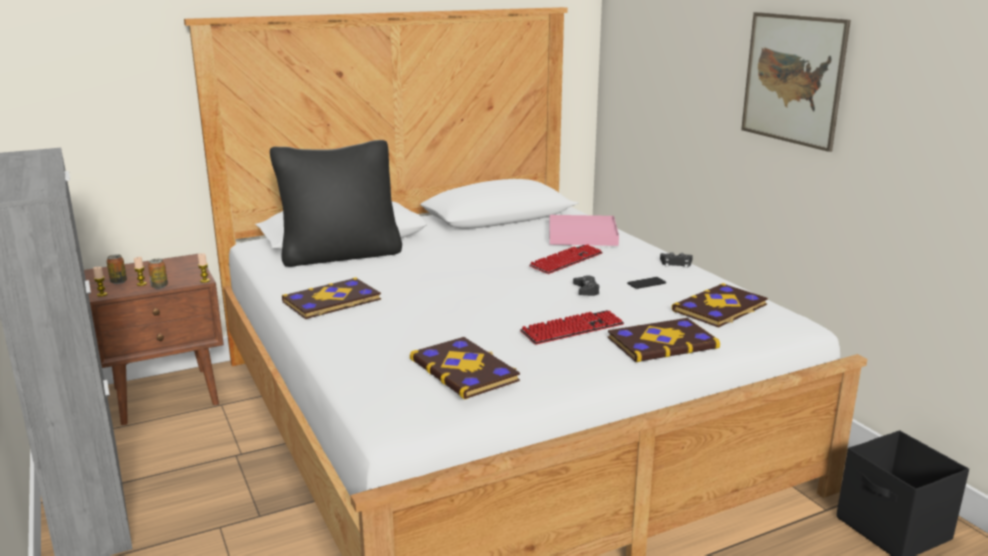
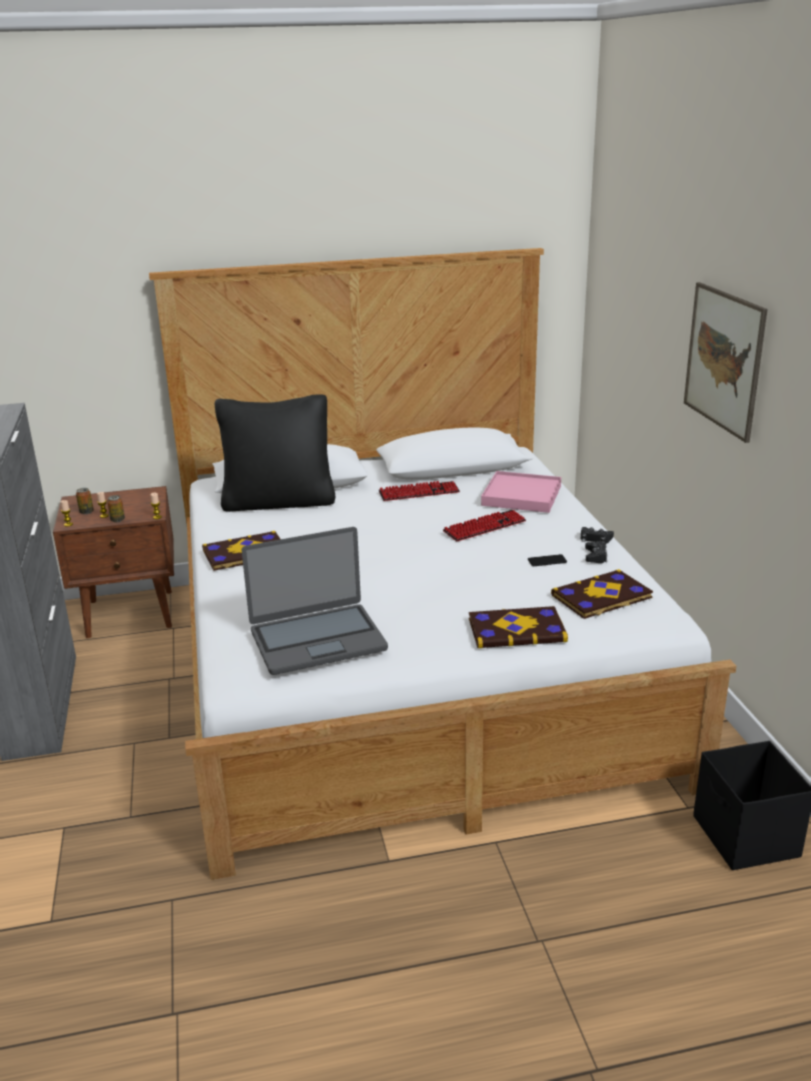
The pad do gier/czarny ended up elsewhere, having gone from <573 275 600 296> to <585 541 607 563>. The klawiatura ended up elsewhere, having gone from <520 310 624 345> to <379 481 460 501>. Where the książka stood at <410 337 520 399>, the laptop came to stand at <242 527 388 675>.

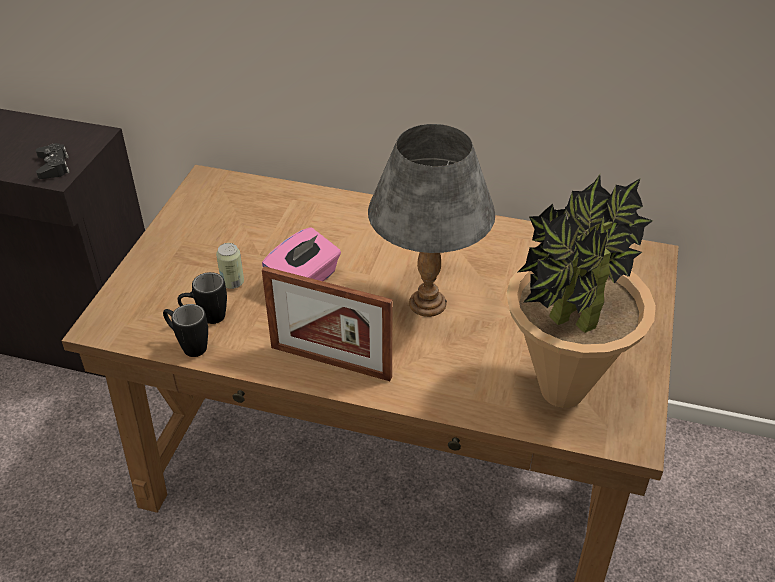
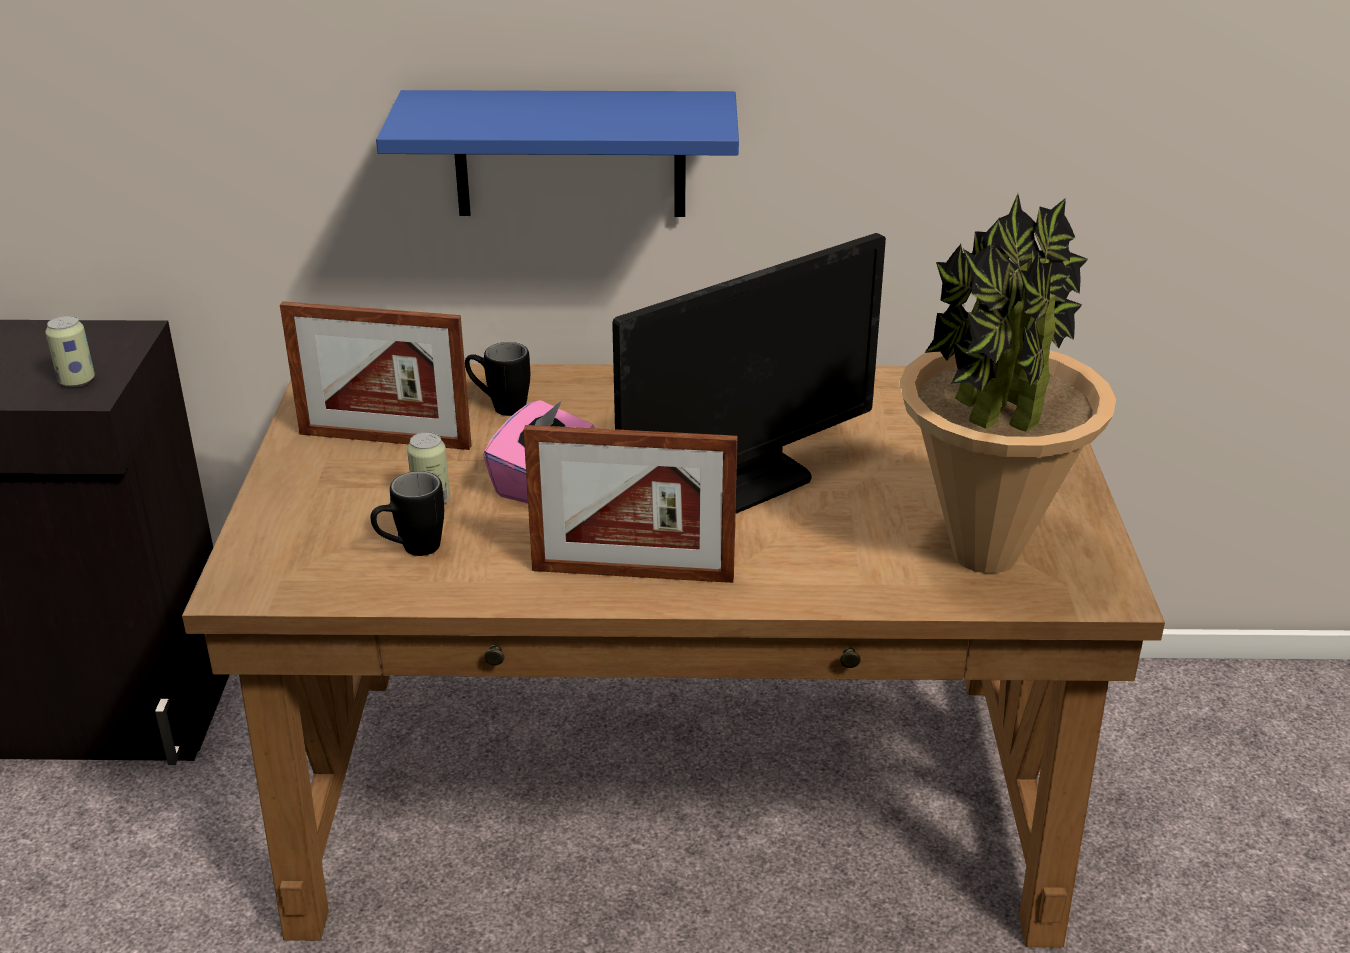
Where the lampa stołowa/szary stood at <368 124 496 317>, the monitor came to stand at <612 233 886 514>. Where the pad do gier/czarny stood at <36 143 69 179>, the puszka came to stand at <45 315 95 387>. The kubek/czarny ended up elsewhere, having gone from <163 304 208 357> to <465 342 530 416>. The second view gained the półka/niebieski at <376 90 739 217>. The second view gained the ramka na zdjęcie at <280 301 472 450>.

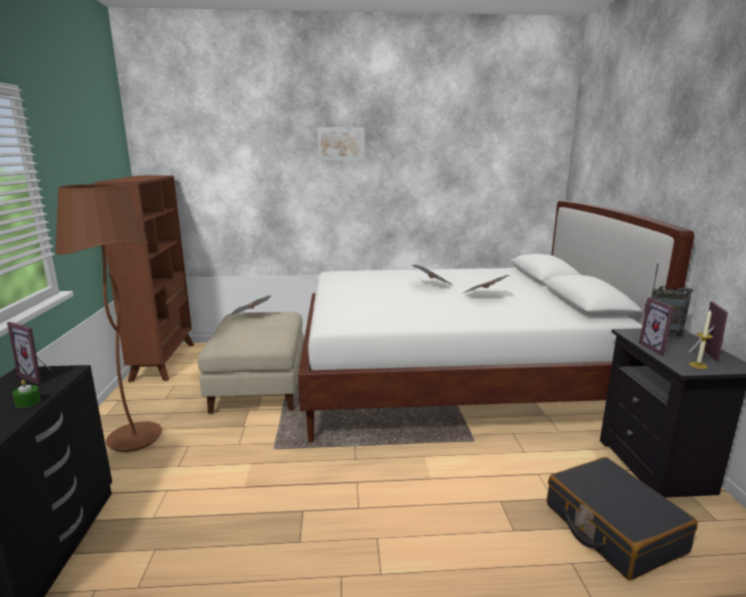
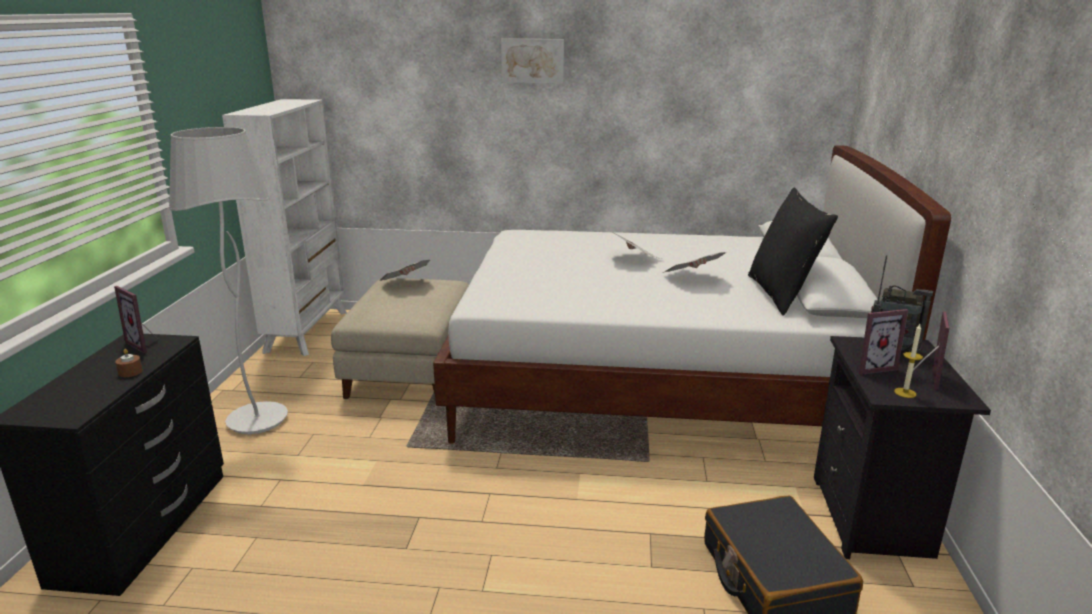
What was the regał/brązowy at <94 175 194 382> turned into the regał/biały at <222 99 347 356>. What was the lampa stojąca/brązowy at <55 184 162 452> turned into the lampa stojąca/biały at <169 127 288 434>. The ramka na zdjęcie at <639 297 674 356> ended up facing another way, 105 degrees counterclockwise from before. What was the świeca/zielony at <13 380 41 408> turned into the świeca/brązowy at <115 349 143 377>. The second view gained the poduszka/czarny at <748 188 838 316>.

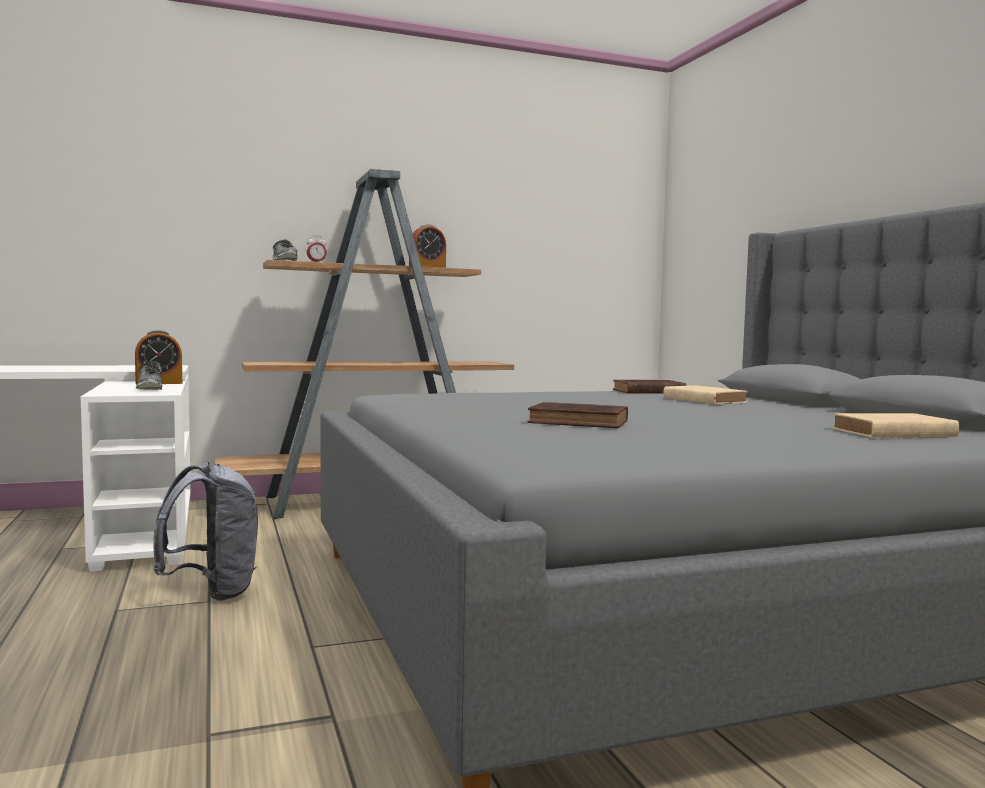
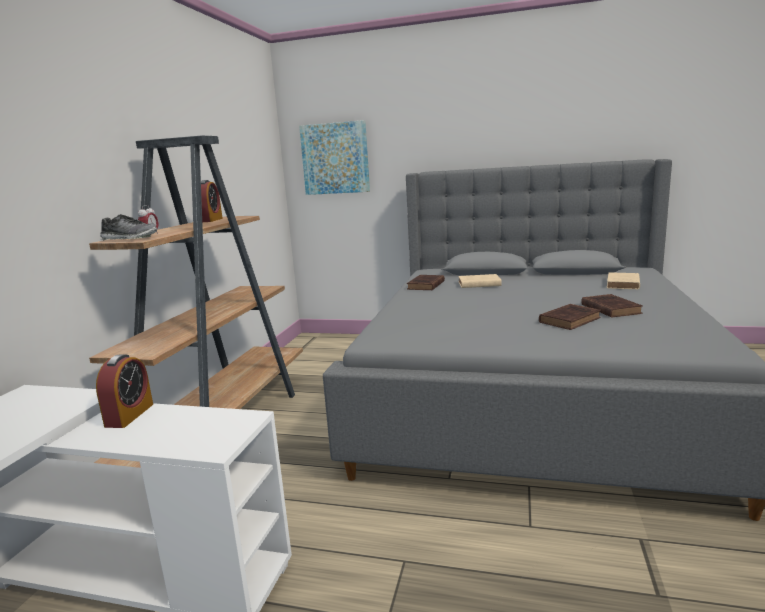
The second view lost the but at <136 361 163 390>. The second view lost the plecak/szary at <153 461 258 601>. The second view gained the obraz at <299 120 370 195>. The second view gained the książka/brązowy at <581 294 643 318>.

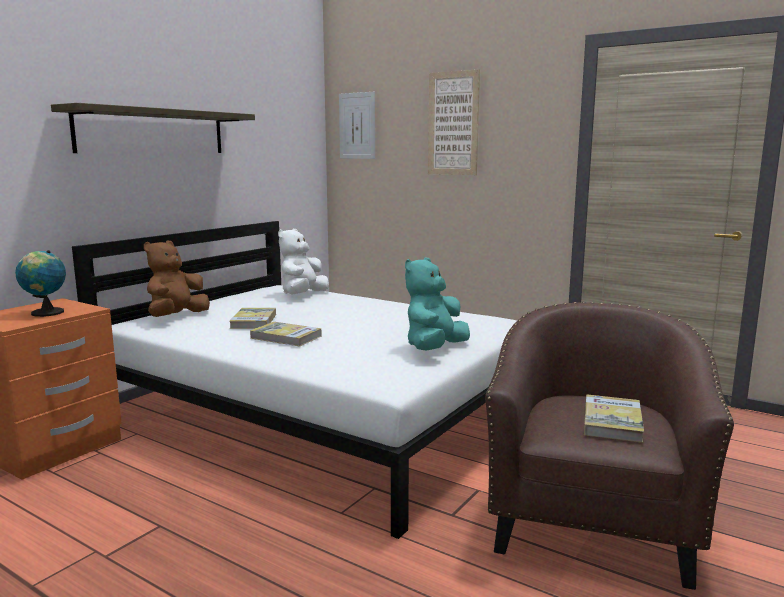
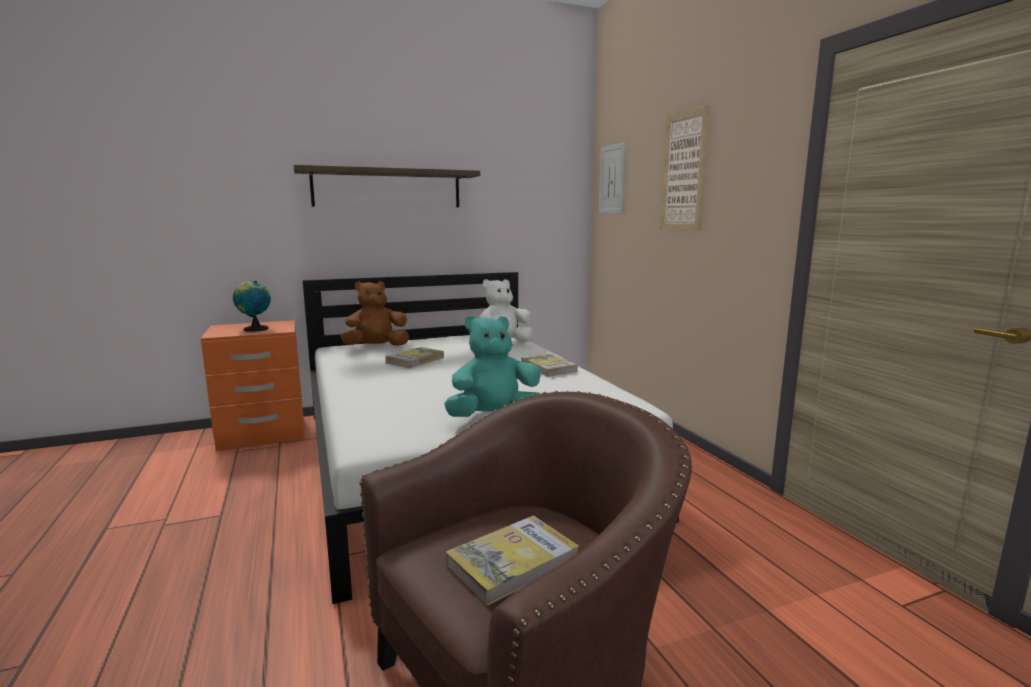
The książka ended up elsewhere, having gone from <250 322 322 347> to <521 353 578 377>.

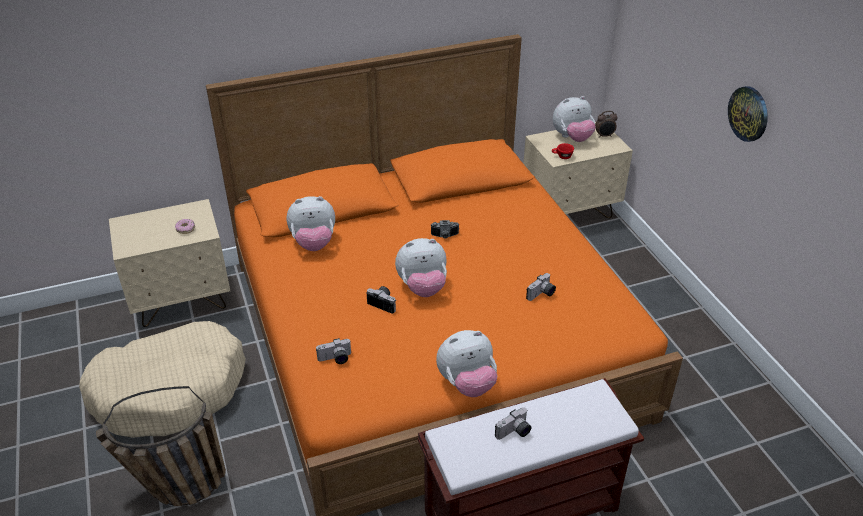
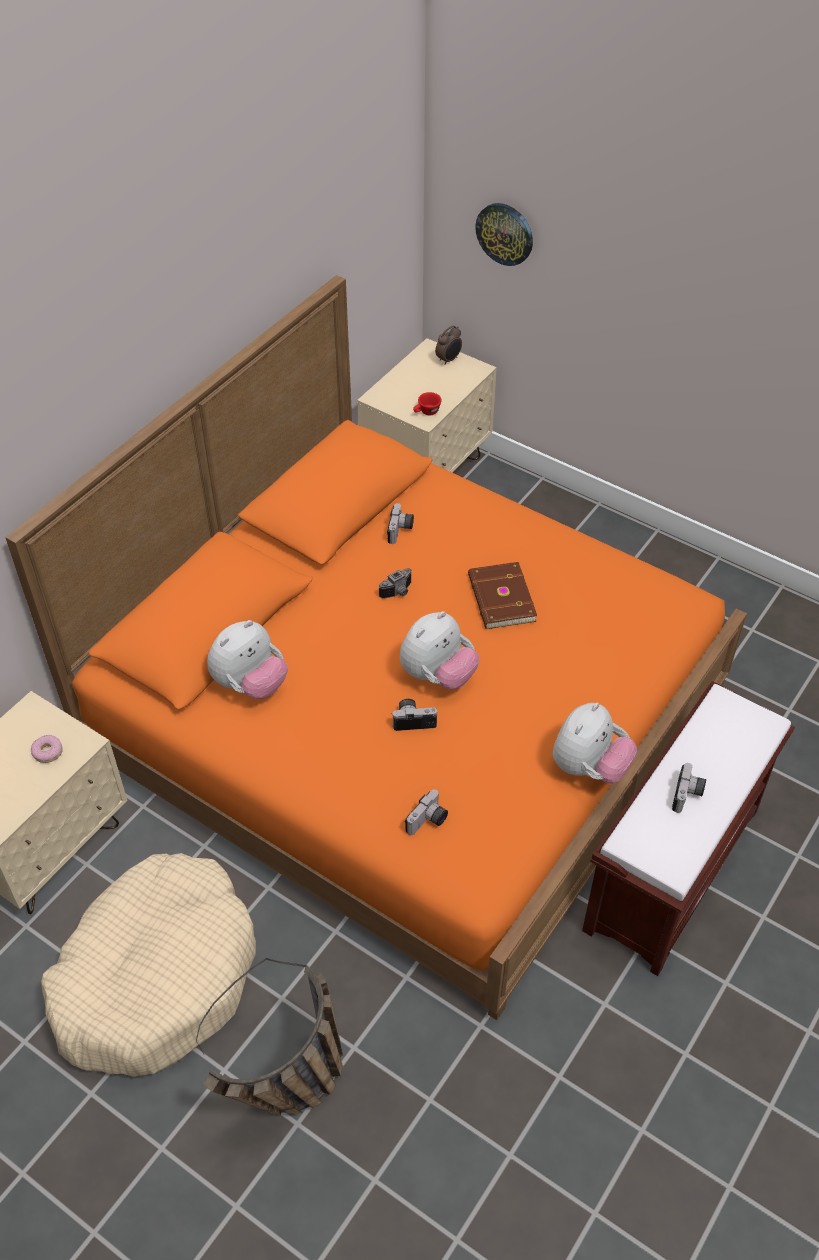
The zegar ścienny ended up elsewhere, having gone from <728 86 768 142> to <475 203 533 266>. The second view lost the pluszak at <553 96 596 142>. The aparat fotograficzny ended up elsewhere, having gone from <526 273 556 301> to <387 503 414 544>. The second view gained the książka/brązowy at <468 562 537 629>.

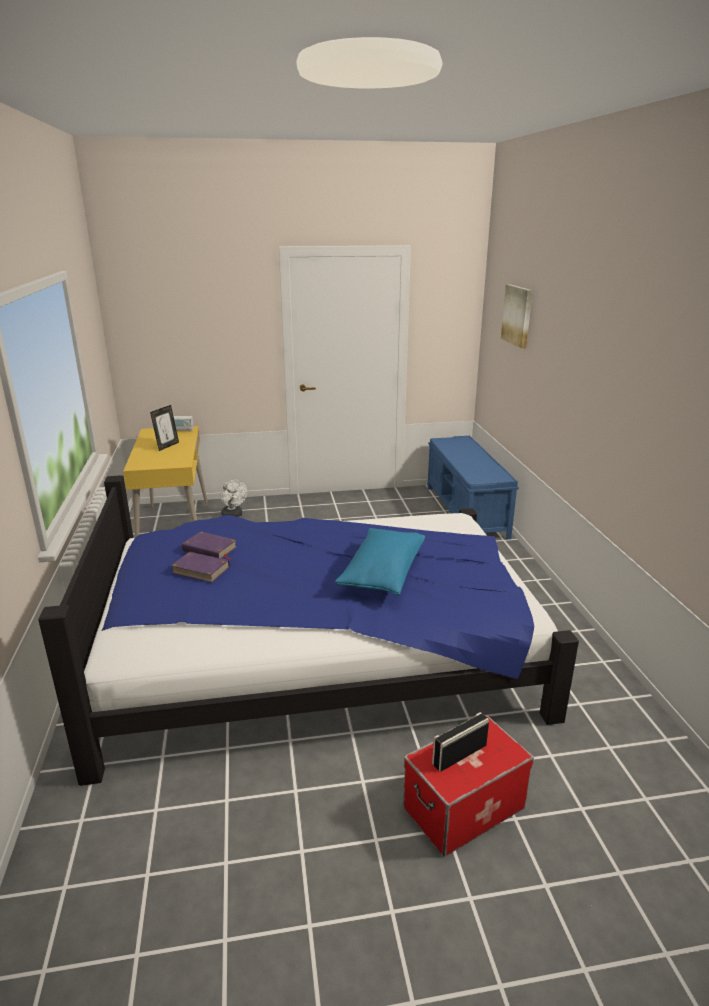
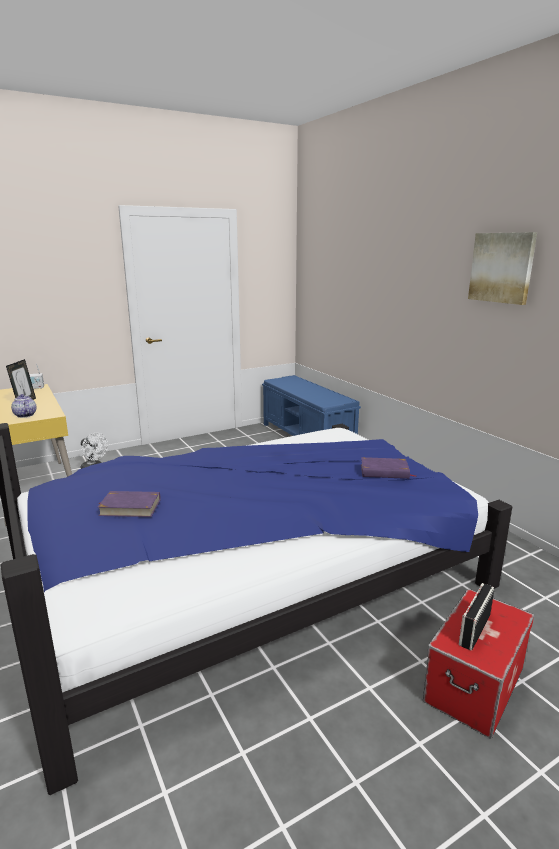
The obraz ended up elsewhere, having gone from <501 284 533 349> to <468 232 537 305>. The second view lost the poduszka/niebieski at <335 528 425 595>. The książka/fioletowy ended up elsewhere, having gone from <182 531 237 559> to <361 457 417 479>. The second view gained the imbryk at <11 394 37 418>.

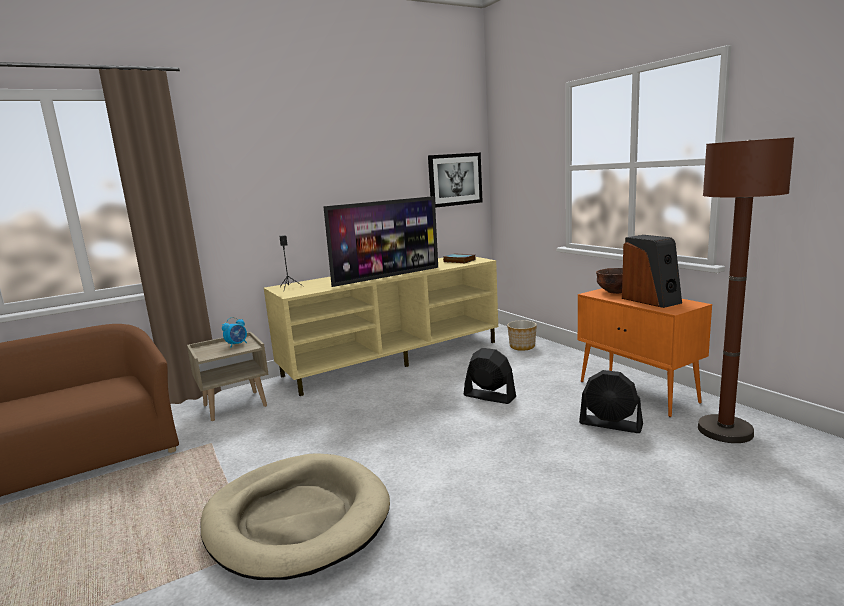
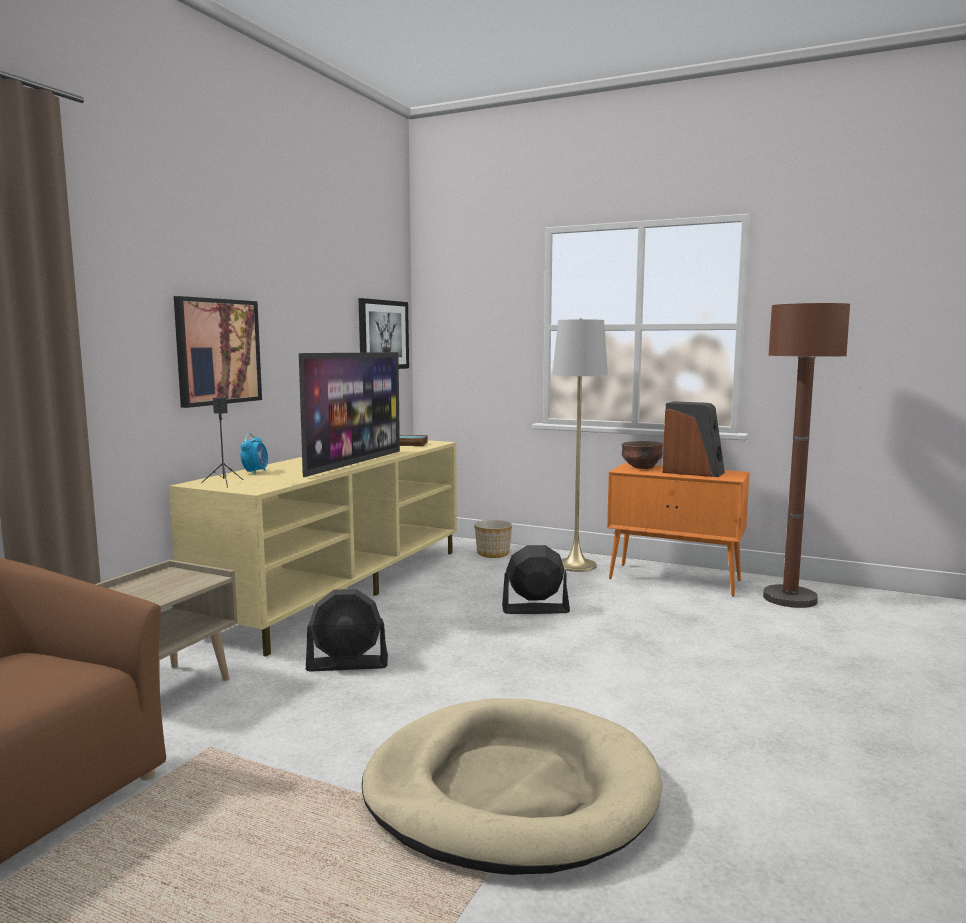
The budzik ended up elsewhere, having gone from <222 317 247 348> to <240 433 268 475>. The wentylator/czarny ended up elsewhere, having gone from <579 370 643 433> to <306 589 388 672>. The second view gained the obraz at <174 296 262 408>. The second view gained the lampa stojąca/szary at <552 318 608 572>.

